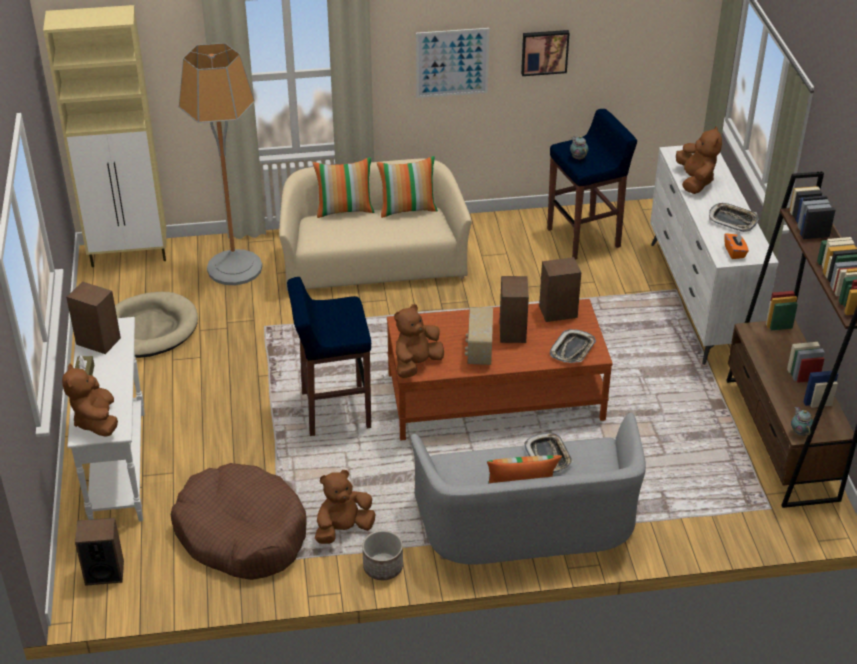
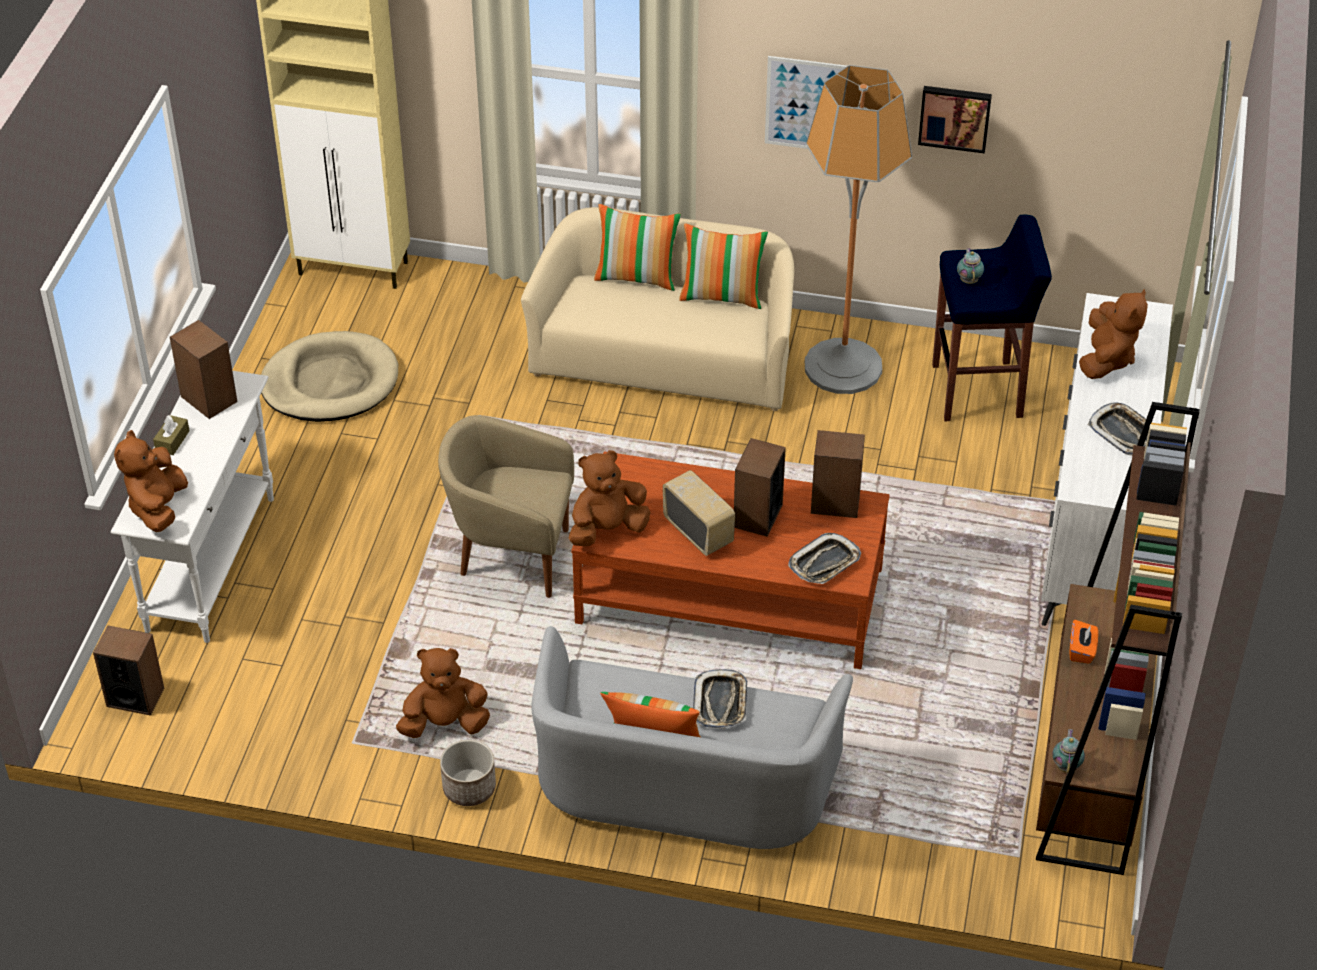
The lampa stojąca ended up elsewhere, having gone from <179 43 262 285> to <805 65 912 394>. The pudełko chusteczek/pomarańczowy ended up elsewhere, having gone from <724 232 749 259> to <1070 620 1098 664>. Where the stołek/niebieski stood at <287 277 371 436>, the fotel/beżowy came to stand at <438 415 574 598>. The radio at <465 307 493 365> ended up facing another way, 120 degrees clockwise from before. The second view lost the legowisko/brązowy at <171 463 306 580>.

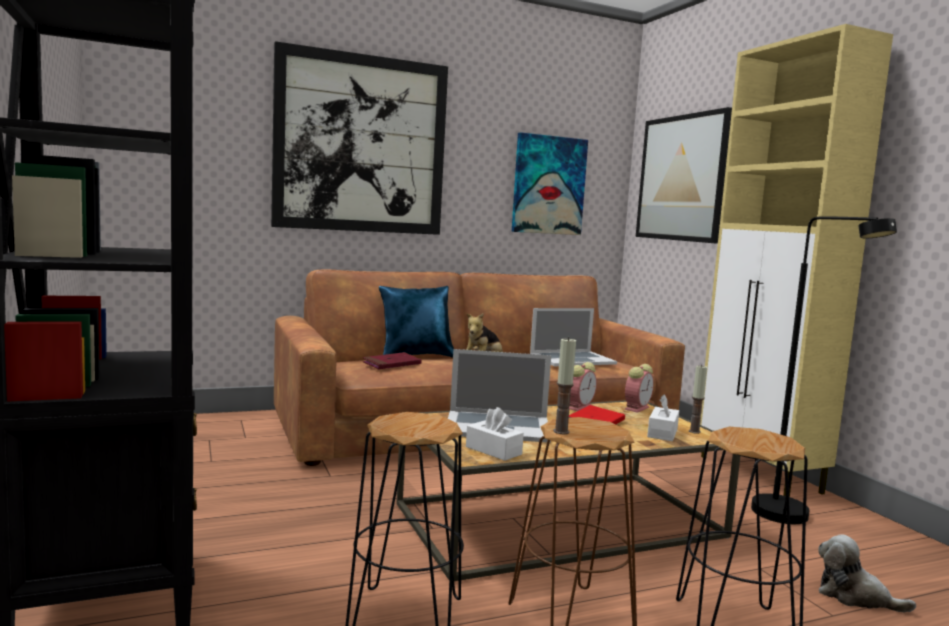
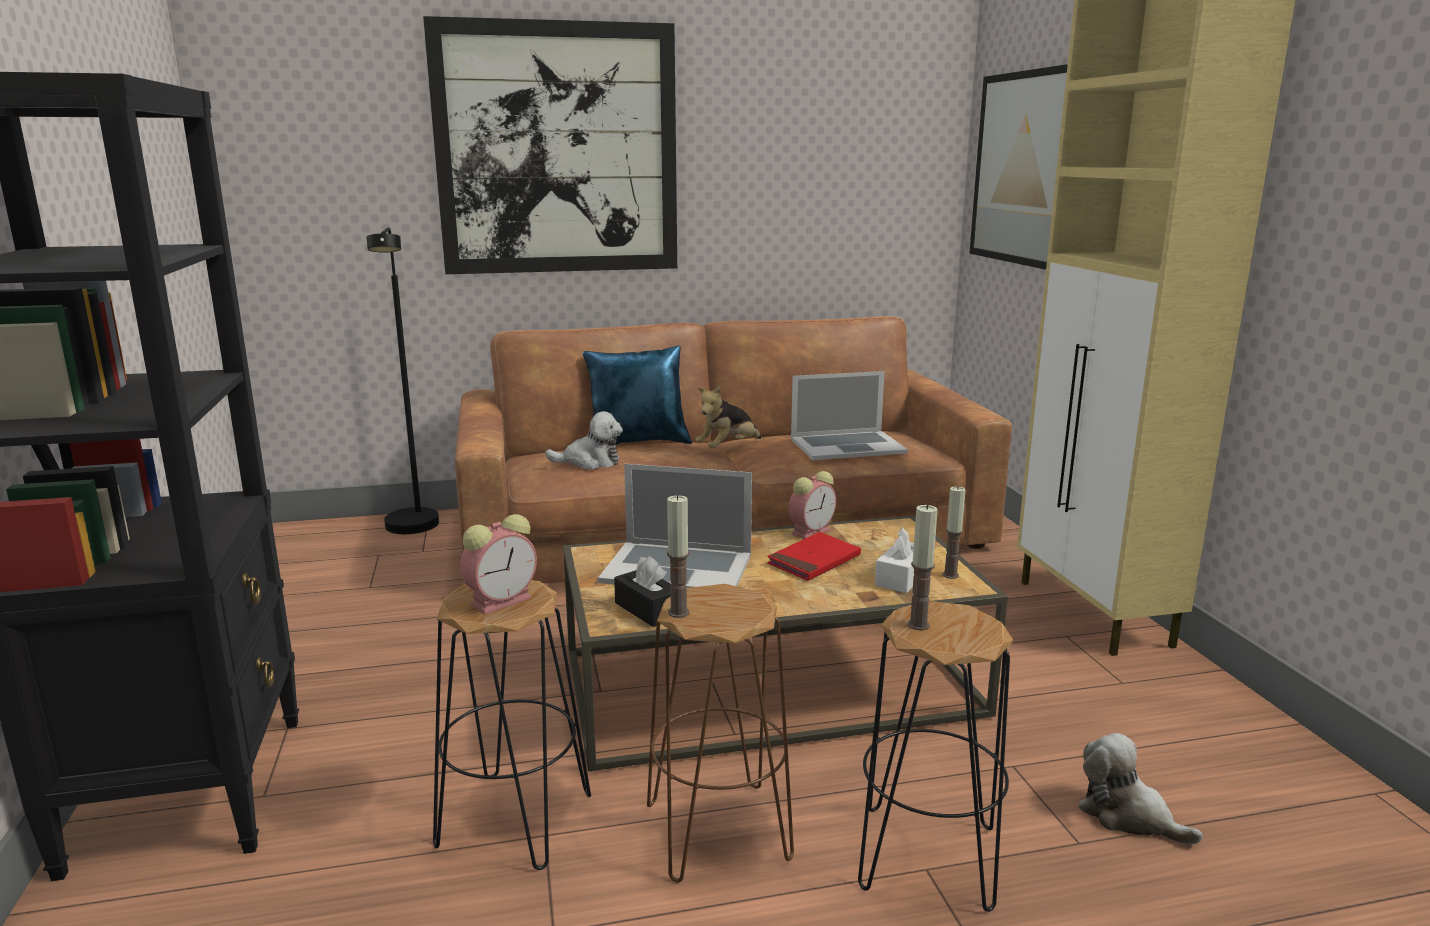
The second view lost the obraz at <512 132 588 235>. The lampa stojąca/czarny ended up elsewhere, having gone from <751 216 897 524> to <367 227 439 534>. Where the książka/czerwony stood at <363 352 421 369>, the pluszak came to stand at <545 411 623 470>. The budzik ended up elsewhere, having gone from <625 364 654 413> to <460 514 537 615>. What was the pudełko chusteczek/biały at <466 407 524 461> turned into the pudełko chusteczek/czarny at <614 556 671 627>. The second view gained the świeca at <907 504 938 630>.

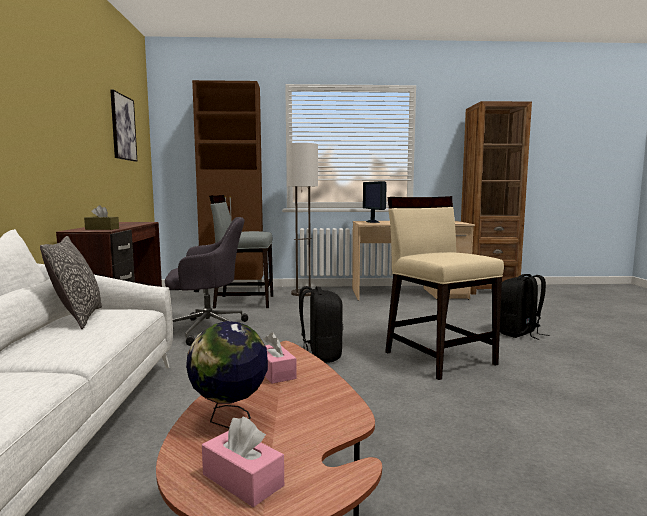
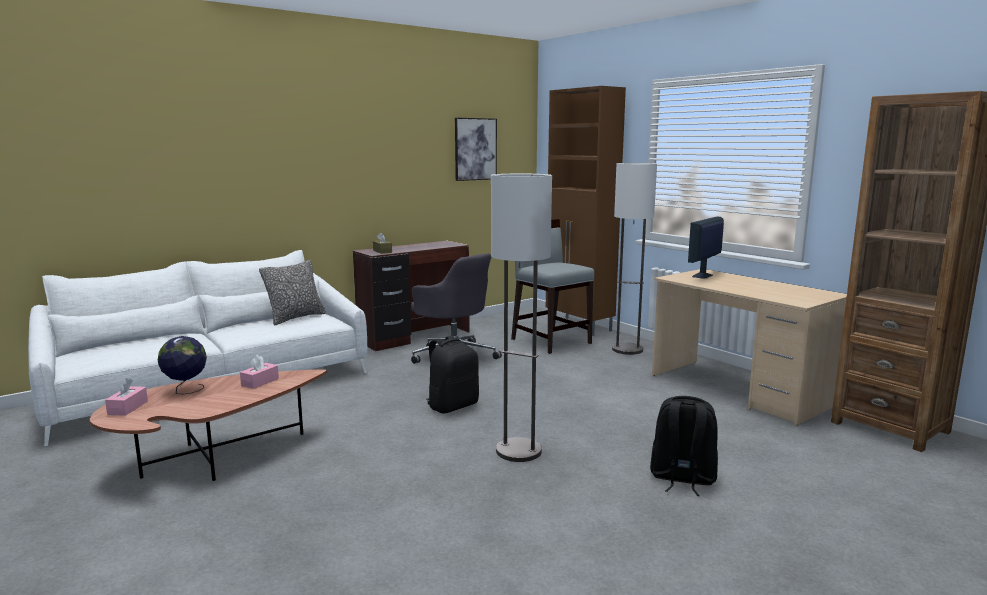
Where the krzesło/beżowy stood at <385 196 504 380>, the lampa stojąca came to stand at <491 174 552 462>.

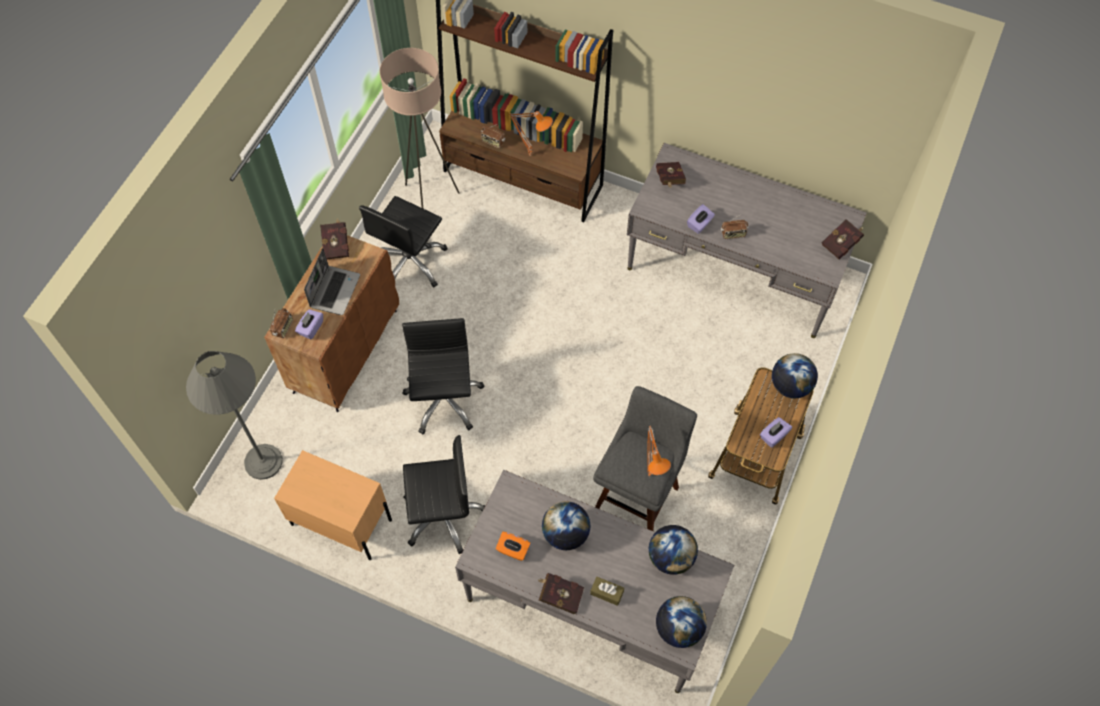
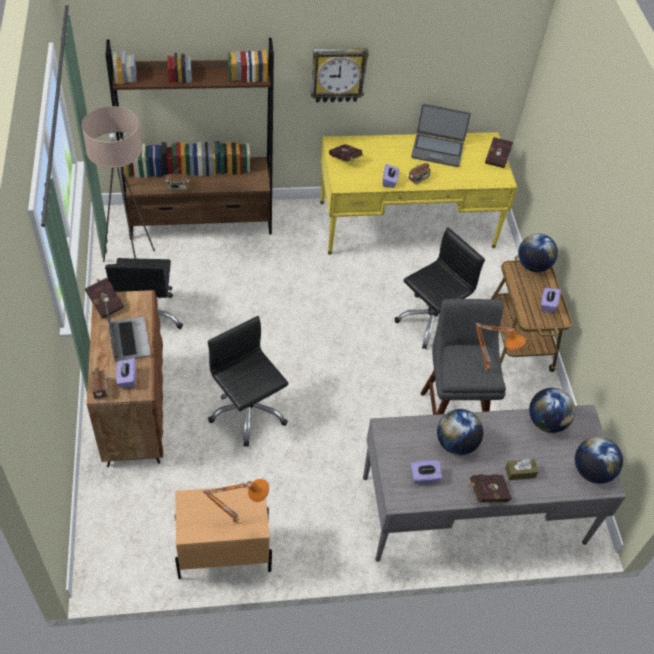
The lampa stołowa/pomarańczowy ended up elsewhere, having gone from <509 111 553 157> to <203 479 269 524>. What was the biurko/szary at <627 143 867 338> turned into the biurko/żółty at <320 132 517 255>. The second view lost the lampa stojąca/szary at <186 351 283 480>. The krzesło biurowe/czarny ended up elsewhere, having gone from <403 435 486 554> to <395 227 485 349>. What was the pudełko chusteczek/pomarańczowy at <496 532 531 561> turned into the pudełko chusteczek/fioletowy at <410 460 442 484>. The second view gained the zegar ścienny at <311 48 369 102>. The second view gained the laptop at <411 104 471 167>.

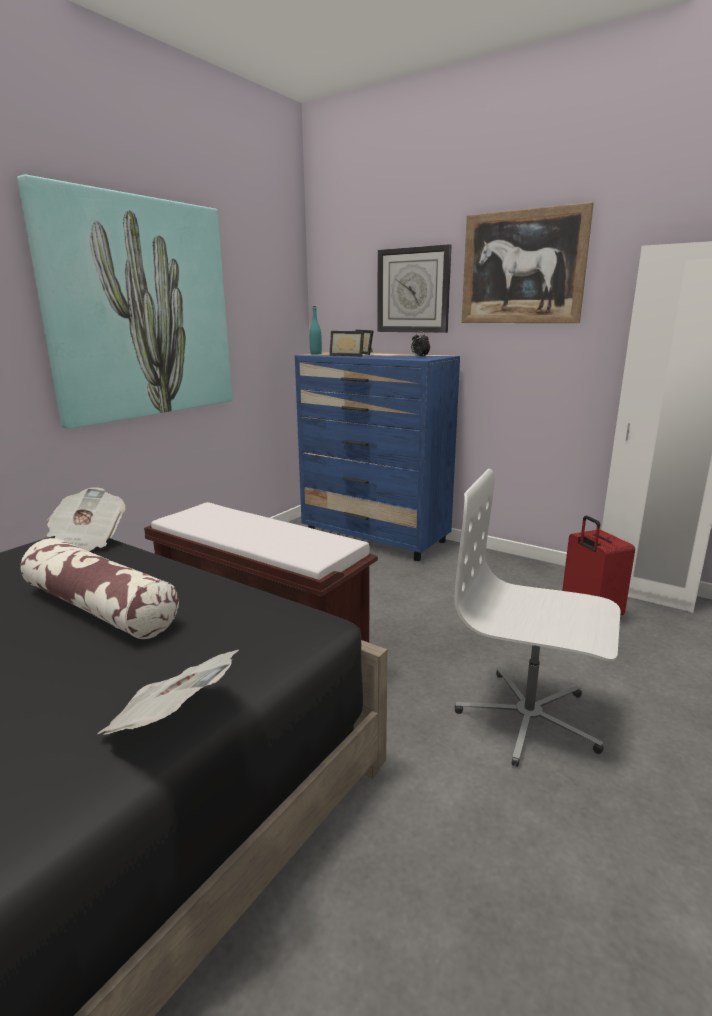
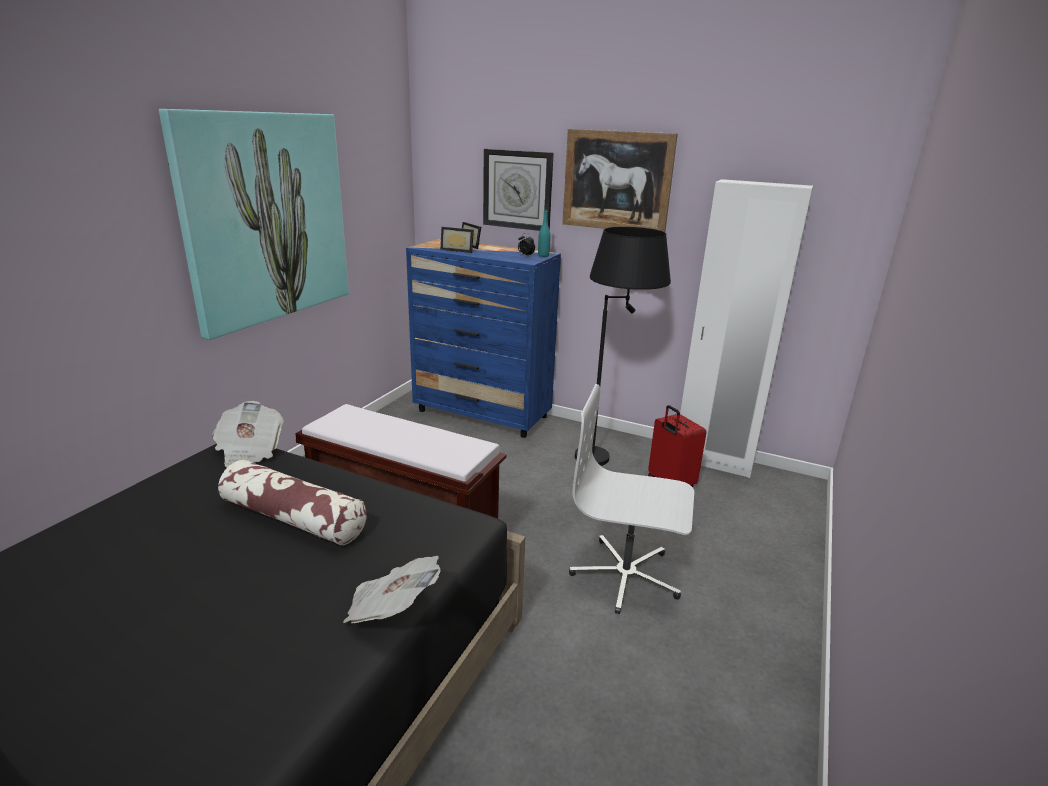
The butelka/turkusowy ended up elsewhere, having gone from <309 306 322 355> to <538 209 550 257>. The second view gained the lampa stojąca/czarny at <575 227 671 466>.

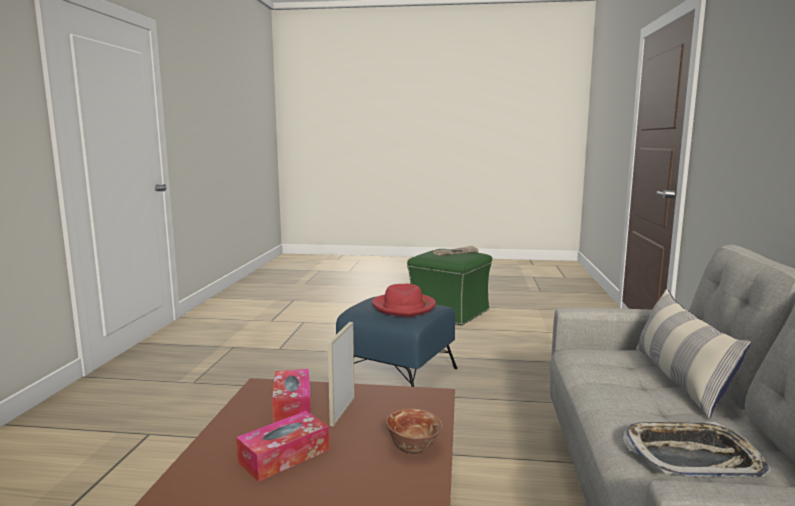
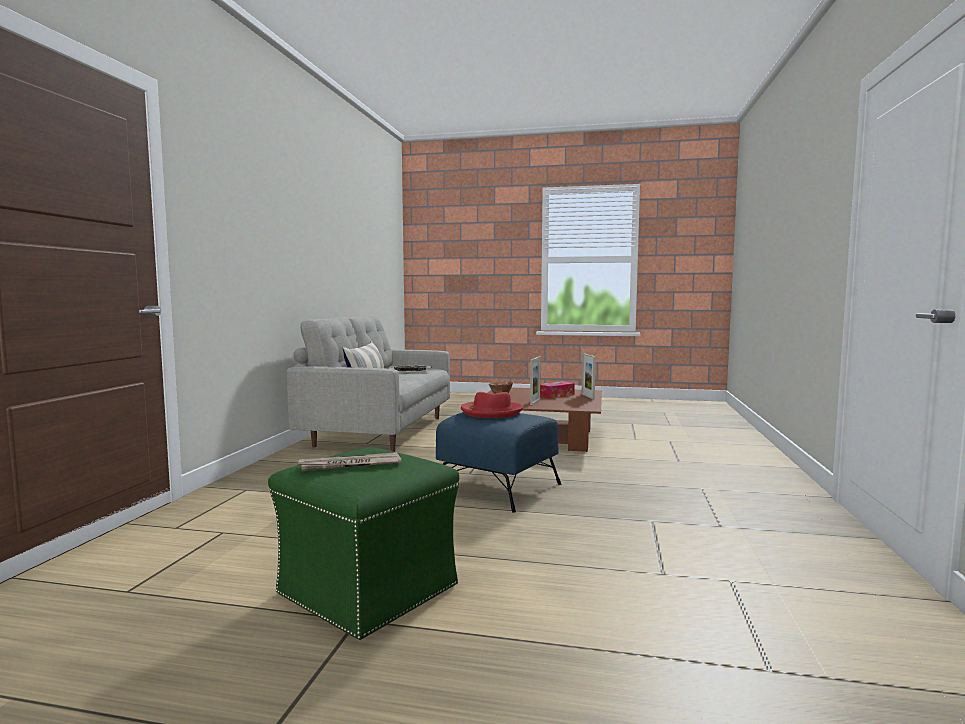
The second view lost the pudełko chusteczek at <272 369 311 423>. The second view gained the ramka na zdjęcie at <582 353 596 399>.

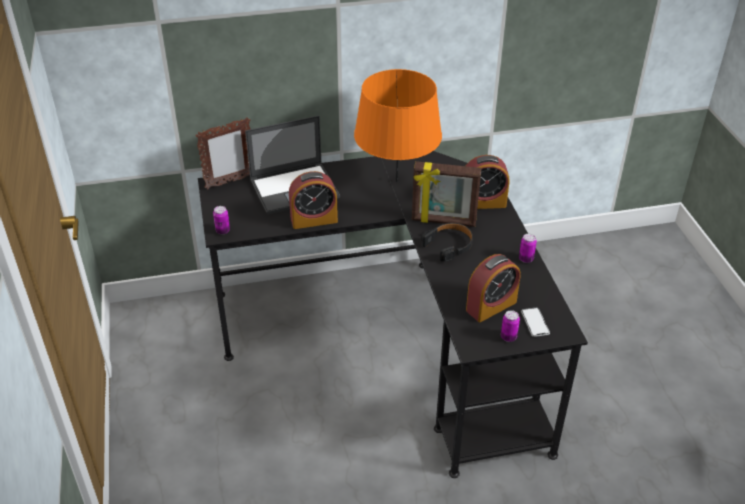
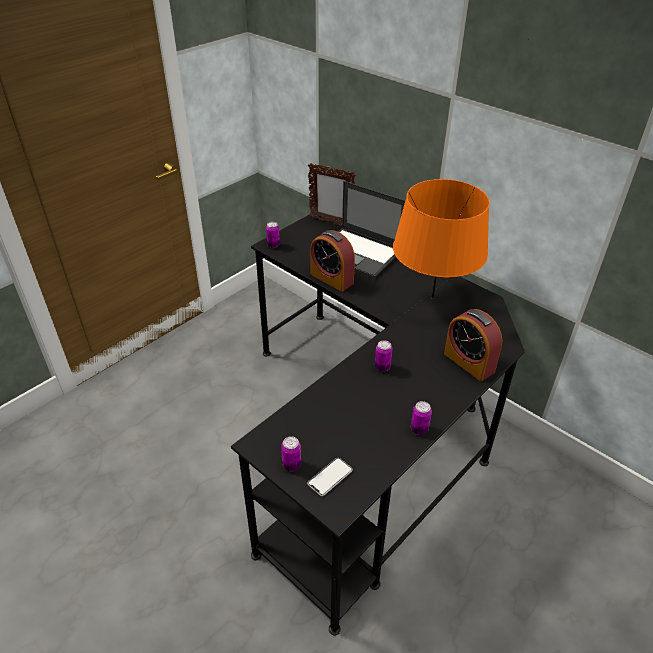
The second view lost the ramka na zdjęcie at <412 161 481 227>. Where the słuchawki/czarny stood at <421 223 473 261>, the puszka came to stand at <375 341 393 372>. The second view lost the budzik at <466 254 521 322>.

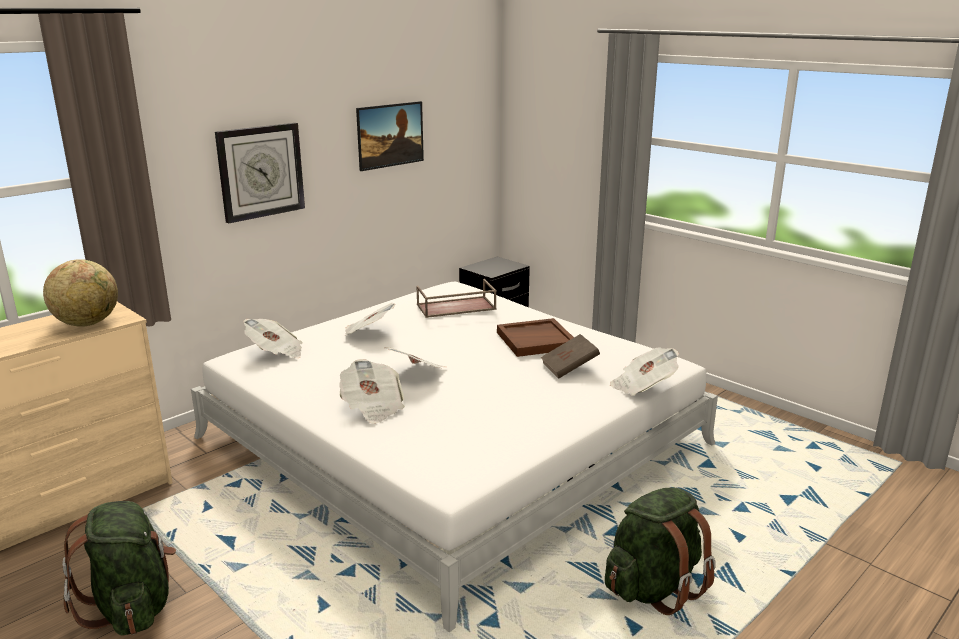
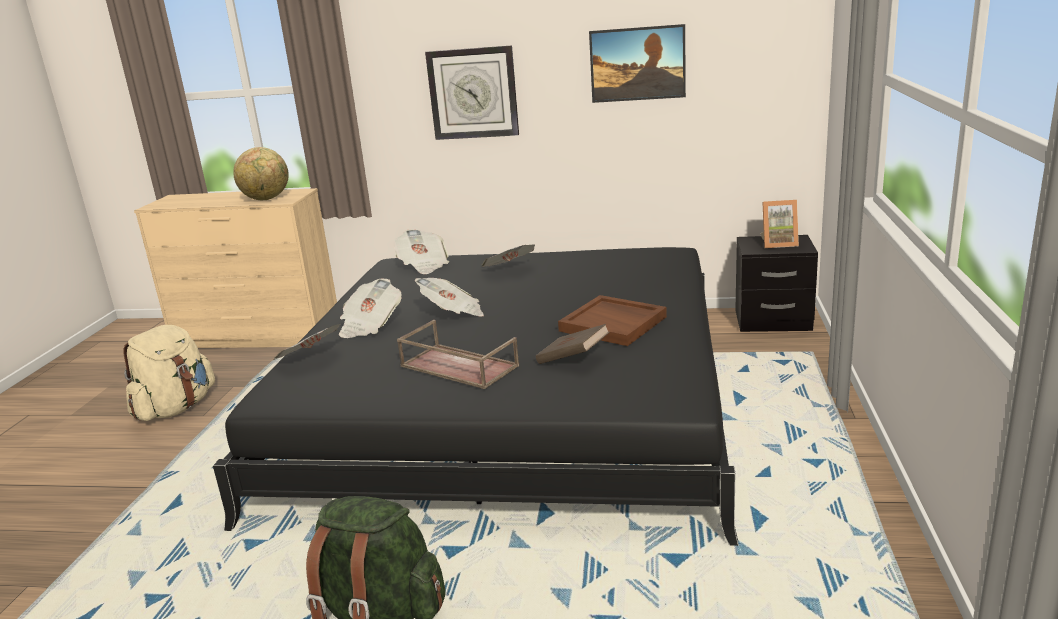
The taca/brązowy ended up elsewhere, having gone from <417 279 497 318> to <397 320 519 389>. What was the łóżko/biały at <191 282 718 632> turned into the łóżko/czarny at <213 247 739 546>. The gazeta ended up elsewhere, having gone from <610 347 679 396> to <273 324 341 360>. What was the plecak/zielony at <62 501 176 636> turned into the plecak/beżowy at <123 325 215 421>. The second view gained the ramka na zdjęcie at <761 200 799 248>.

